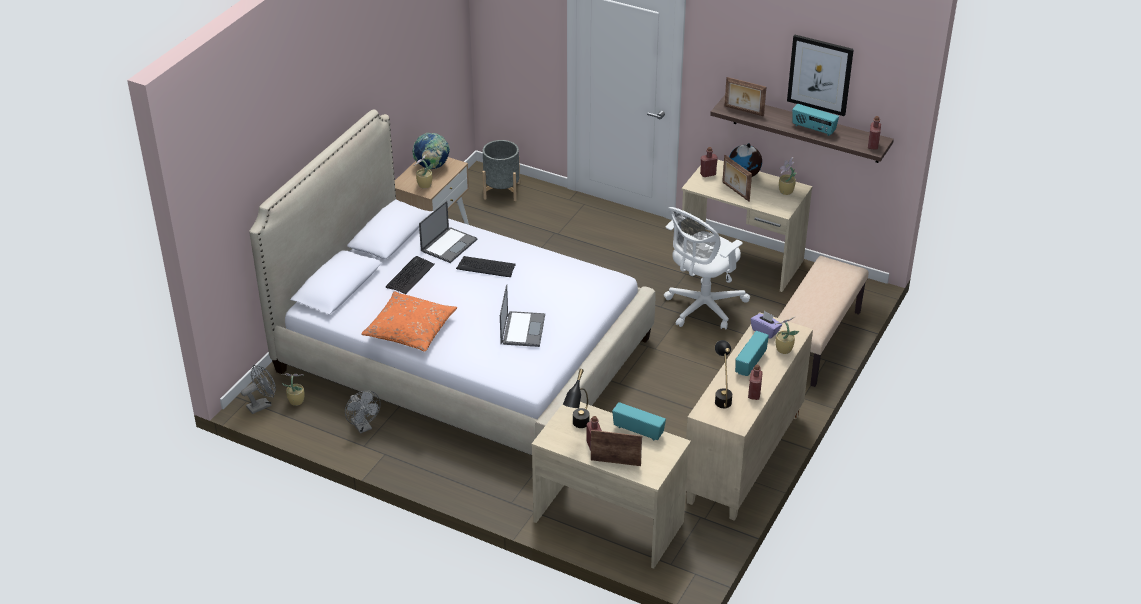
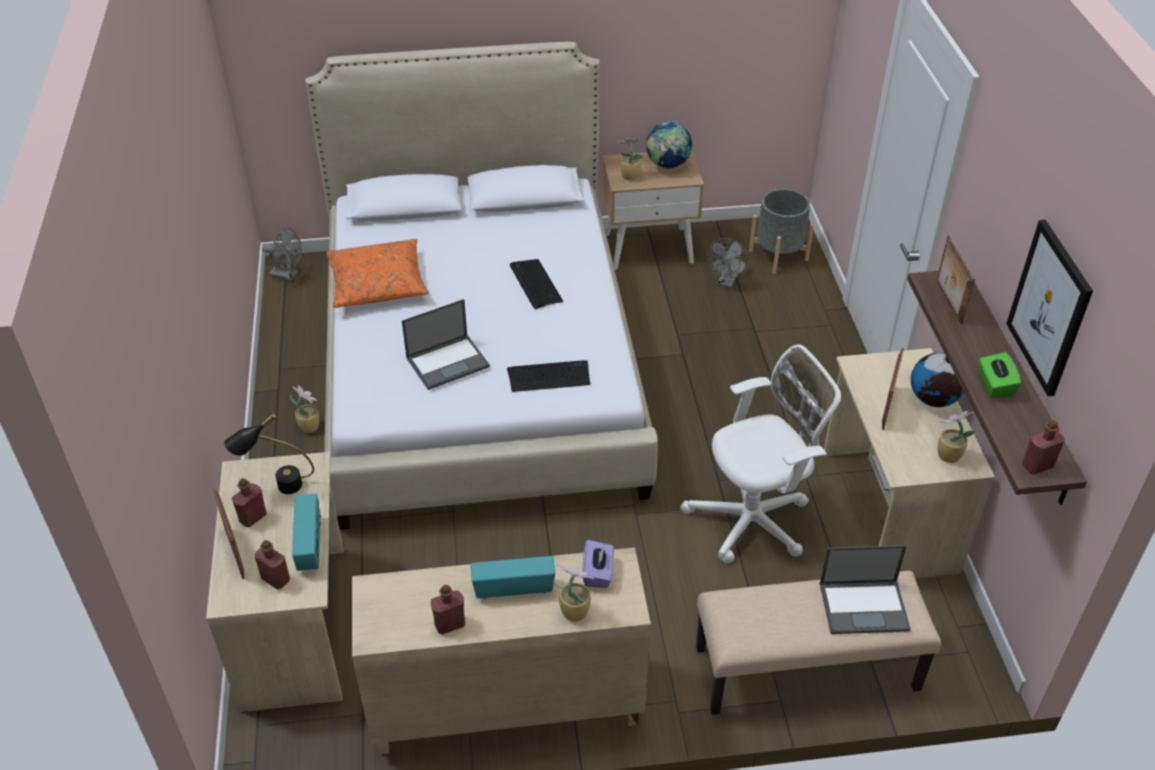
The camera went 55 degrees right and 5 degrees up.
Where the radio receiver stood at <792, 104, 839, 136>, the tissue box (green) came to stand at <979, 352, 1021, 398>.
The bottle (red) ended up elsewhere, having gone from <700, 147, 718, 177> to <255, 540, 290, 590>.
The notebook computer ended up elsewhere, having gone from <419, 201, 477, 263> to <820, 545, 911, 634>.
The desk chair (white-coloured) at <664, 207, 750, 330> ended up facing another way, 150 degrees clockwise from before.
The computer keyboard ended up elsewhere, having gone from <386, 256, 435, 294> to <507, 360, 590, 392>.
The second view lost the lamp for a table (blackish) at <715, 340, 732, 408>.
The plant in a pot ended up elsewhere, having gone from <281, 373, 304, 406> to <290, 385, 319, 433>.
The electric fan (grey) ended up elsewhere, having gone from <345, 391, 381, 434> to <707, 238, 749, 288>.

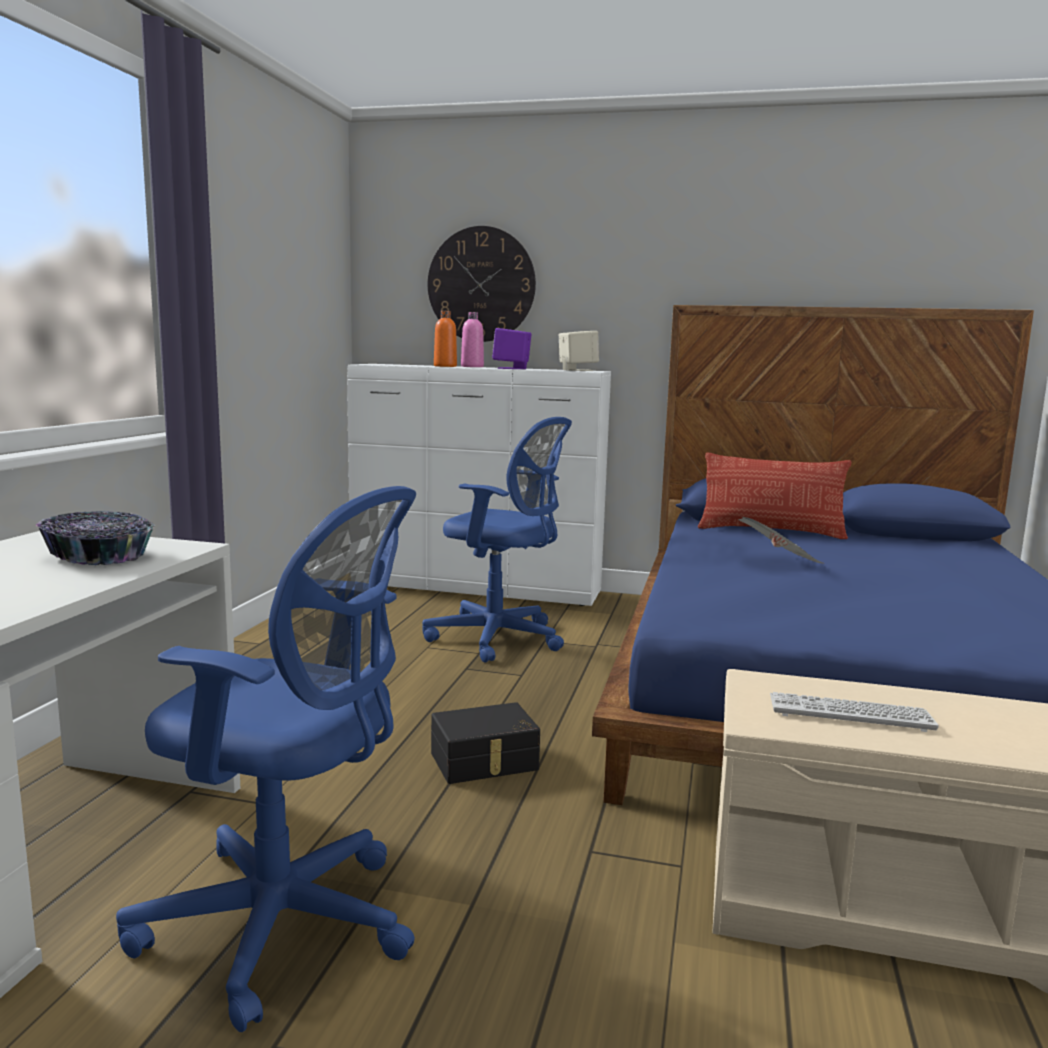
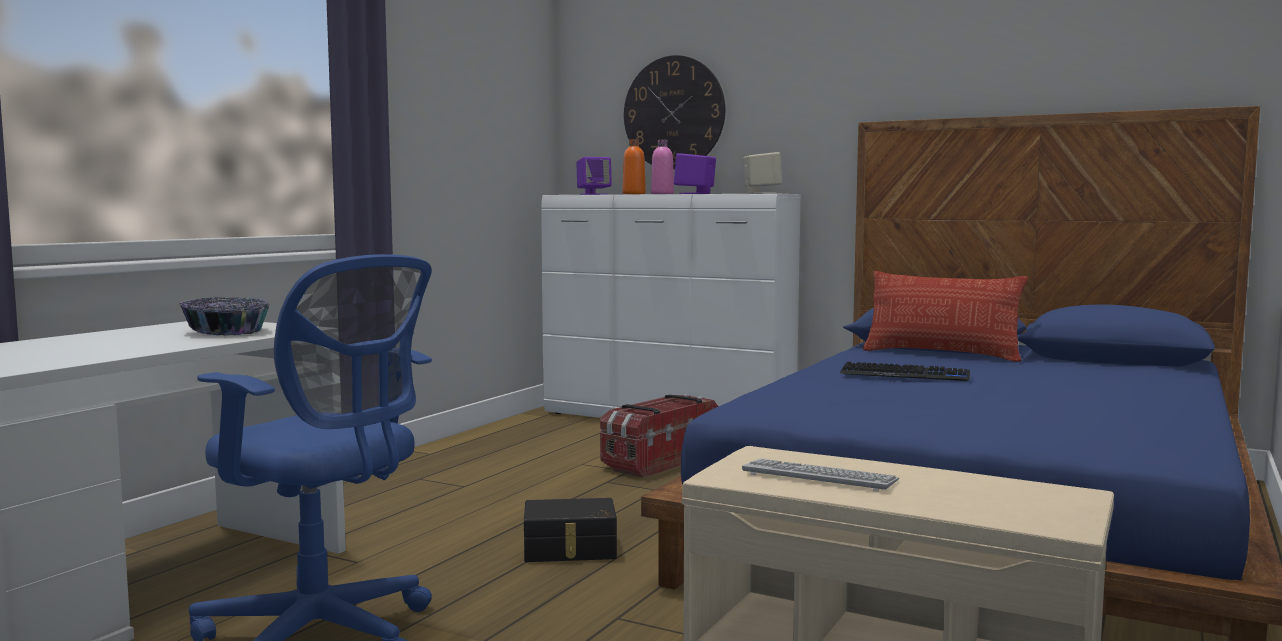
The camera went 15 degrees right and 5 degrees down.
Where the desk chair (bluish) stood at <422, 417, 572, 663>, the storage bin came to stand at <600, 394, 718, 478>.
Where the newspaper stood at <738, 517, 823, 563>, the computer keyboard came to stand at <840, 362, 970, 381>.
The second view gained the audio speaker (purple) at <576, 157, 612, 195>.

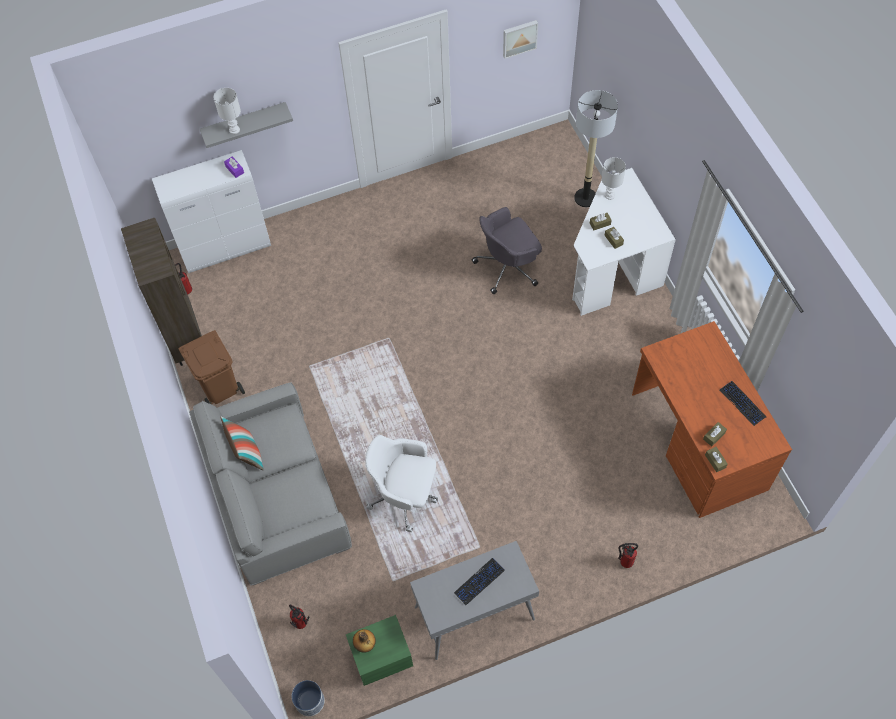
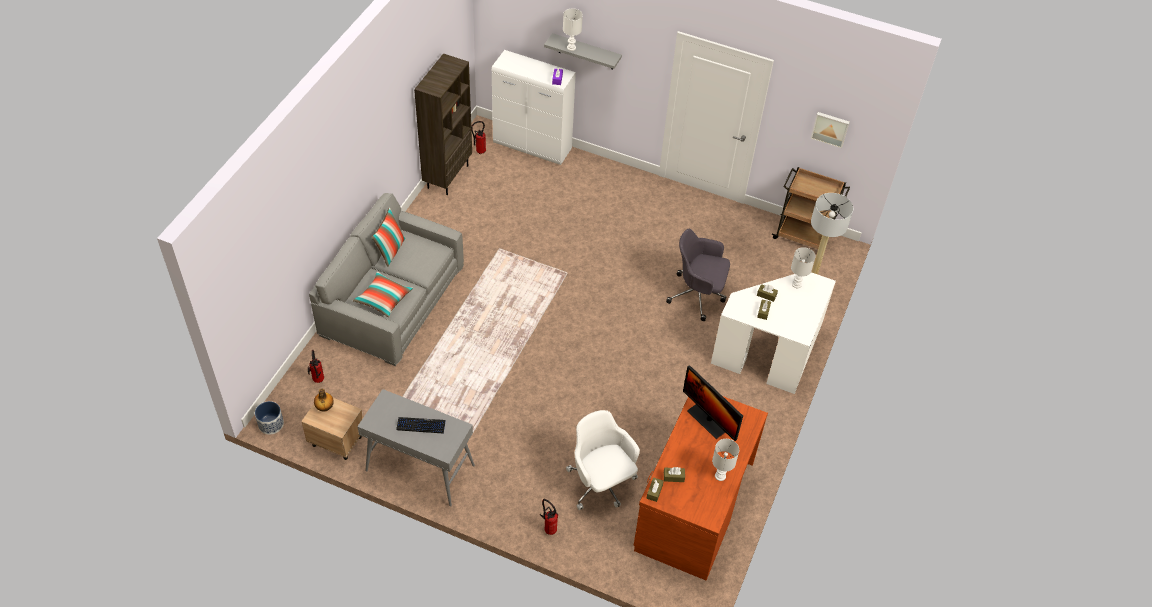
The camera went 40 degrees right and 10 degrees down.
The second view lost the trash can (brownish) at <178, 330, 245, 404>.
Where the computer keyboard stood at <720, 381, 766, 426>, the lamp for a table (white-coloured) came to stand at <712, 439, 739, 481>.
The desk chair (white-coloured) ended up elsewhere, having gone from <365, 435, 438, 532> to <566, 410, 640, 510>.
What was the night table (green) at <346, 615, 413, 686> turned into the night table (beige-coloured) at <301, 398, 363, 460>.
The second view gained the wheeled cart (brownish) at <772, 167, 850, 249>.
The second view gained the pillow at <353, 272, 413, 317>.
The second view gained the computer display at <683, 365, 743, 441>.

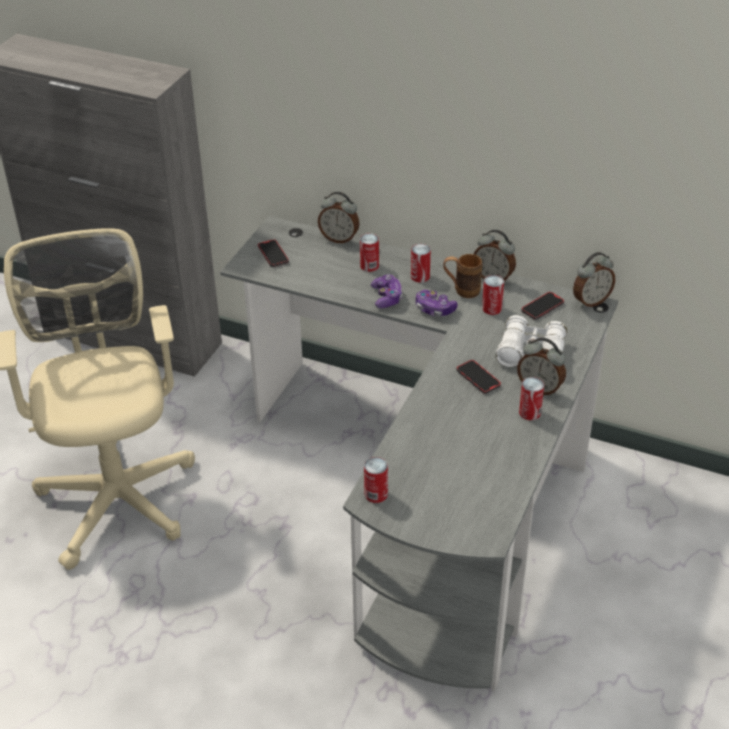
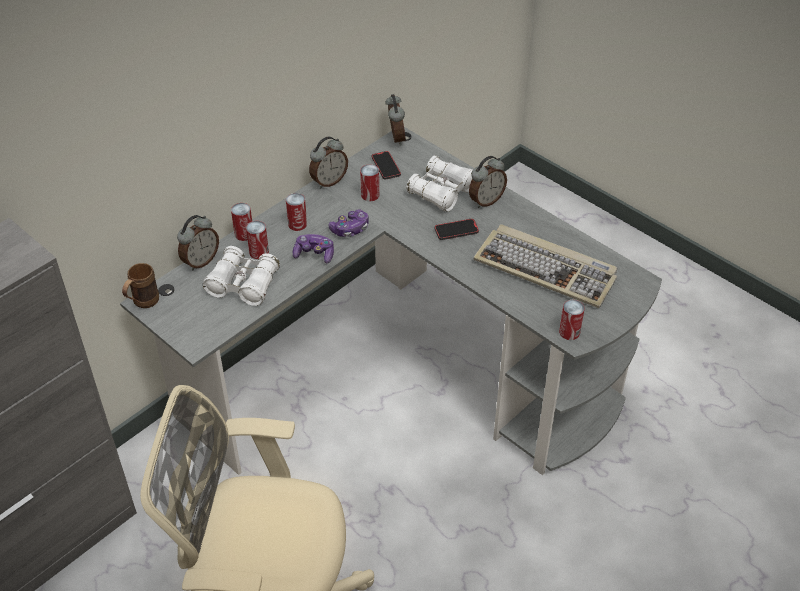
The camera went 70 degrees left and 5 degrees up.
The second view lost the handset at <258, 239, 289, 267>.
The tea mug (brownish) ended up elsewhere, having gone from <443, 254, 483, 298> to <122, 263, 159, 308>.
The metal can ended up elsewhere, having gone from <519, 377, 544, 420> to <231, 203, 252, 241>.
The second view gained the computer keyboard at <474, 224, 617, 308>.
The second view gained the binoculars (white-coloured) at <203, 246, 280, 306>.

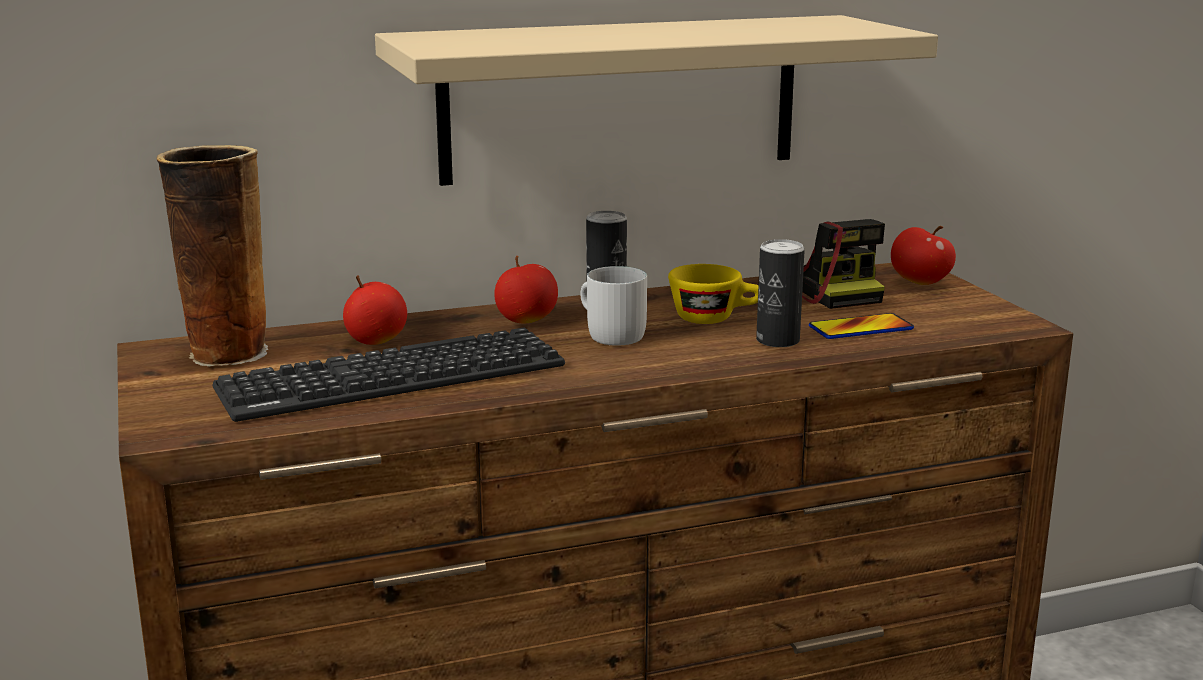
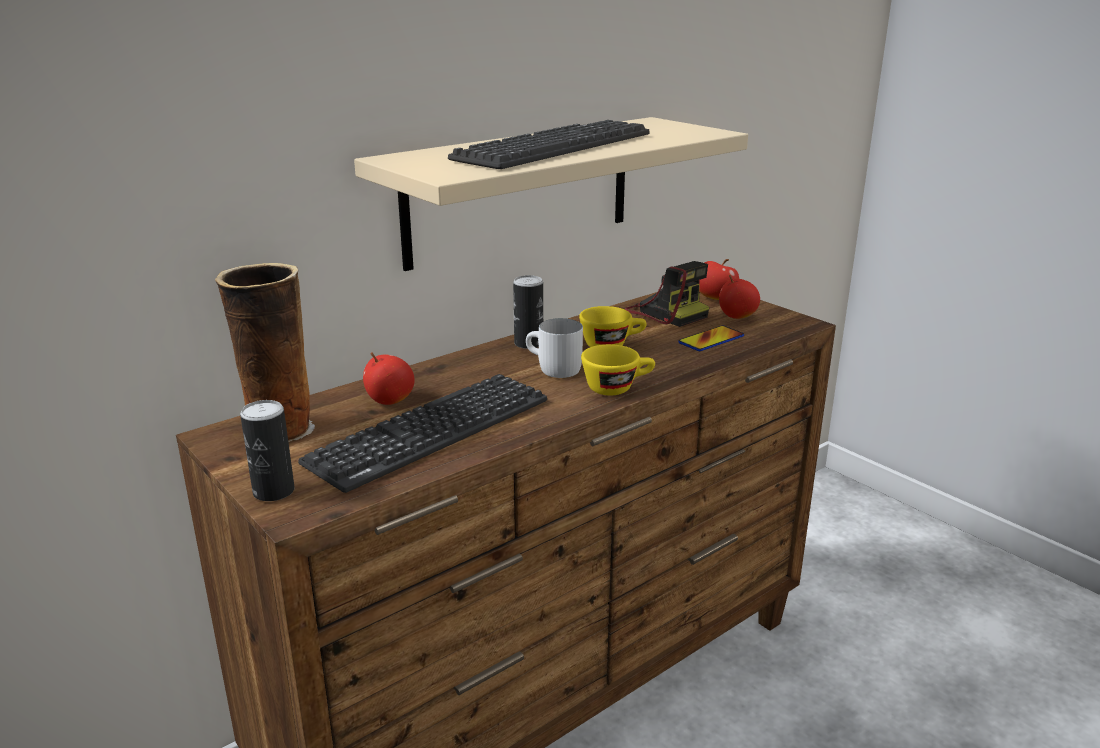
The camera went 20 degrees left and 5 degrees up.
The metal can ended up elsewhere, having gone from <756, 239, 805, 347> to <240, 400, 295, 501>.
The apple ended up elsewhere, having gone from <494, 256, 558, 324> to <719, 275, 760, 319>.
The second view gained the computer keyboard at <448, 120, 650, 169>.
The second view gained the cup (yellow-coloured) at <581, 344, 655, 395>.

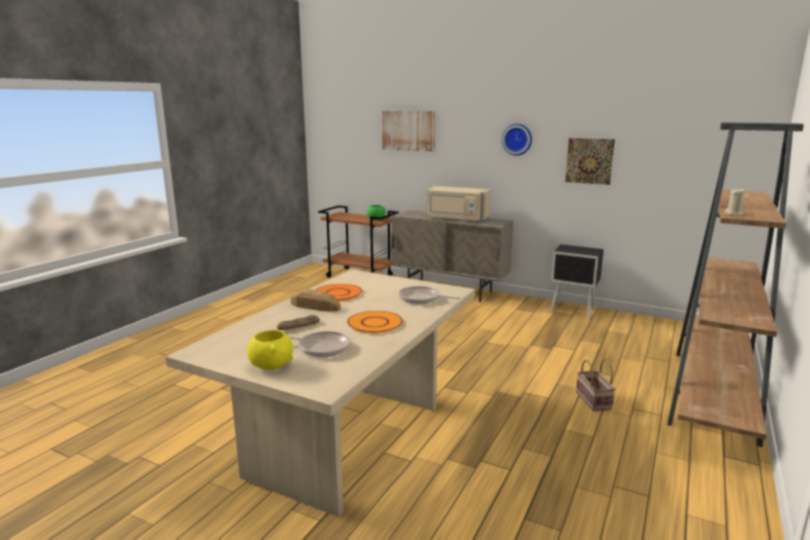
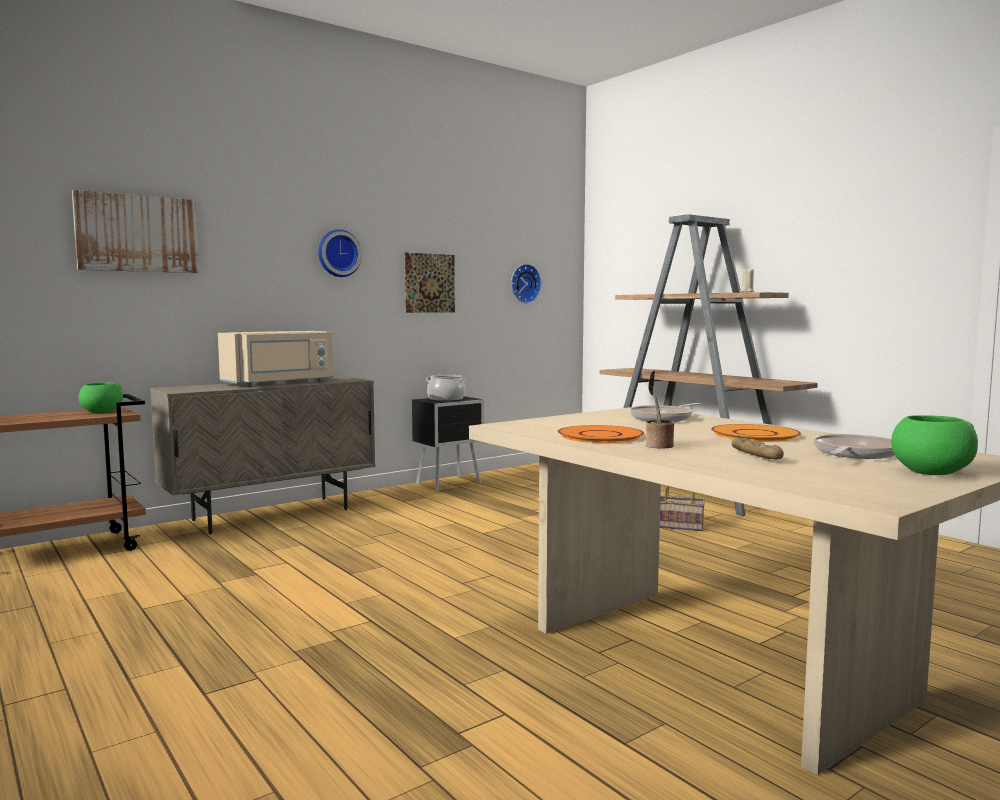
The camera went 65 degrees left and 10 degrees down.
Where the bread stood at <291, 289, 341, 311>, the plant in a pot came to stand at <645, 370, 674, 448>.
What was the deep dish (yellow-coloured) at <247, 330, 293, 370> turned into the deep dish (green) at <891, 415, 978, 475>.
The second view gained the wall clock at <511, 264, 542, 304>.
The second view gained the saucepot at <426, 375, 467, 401>.

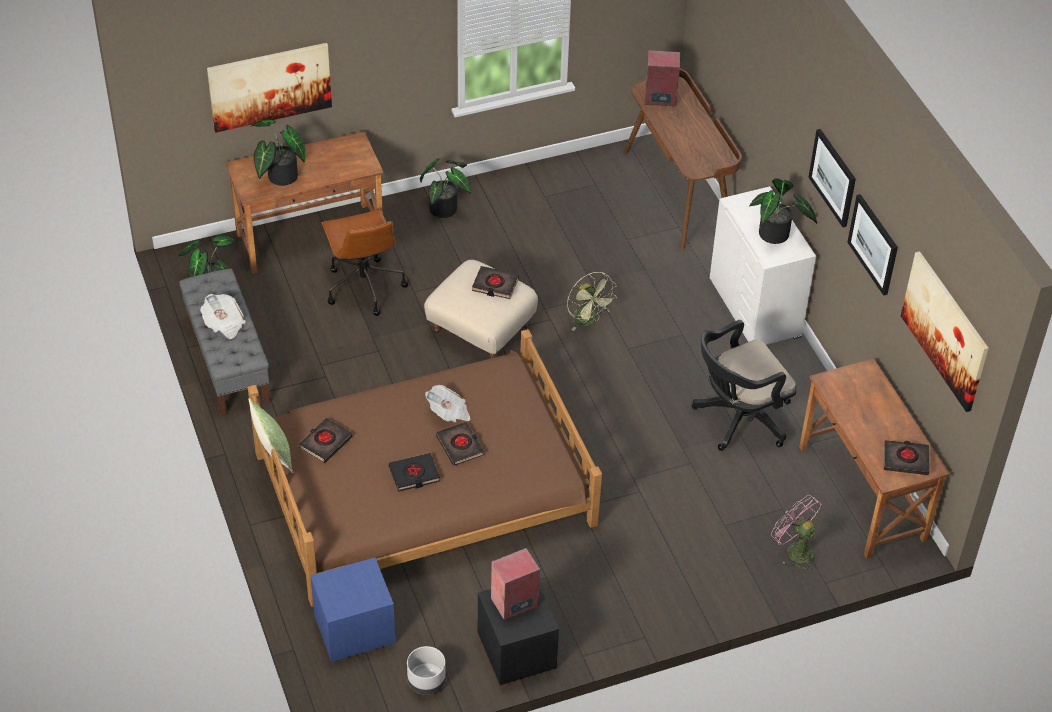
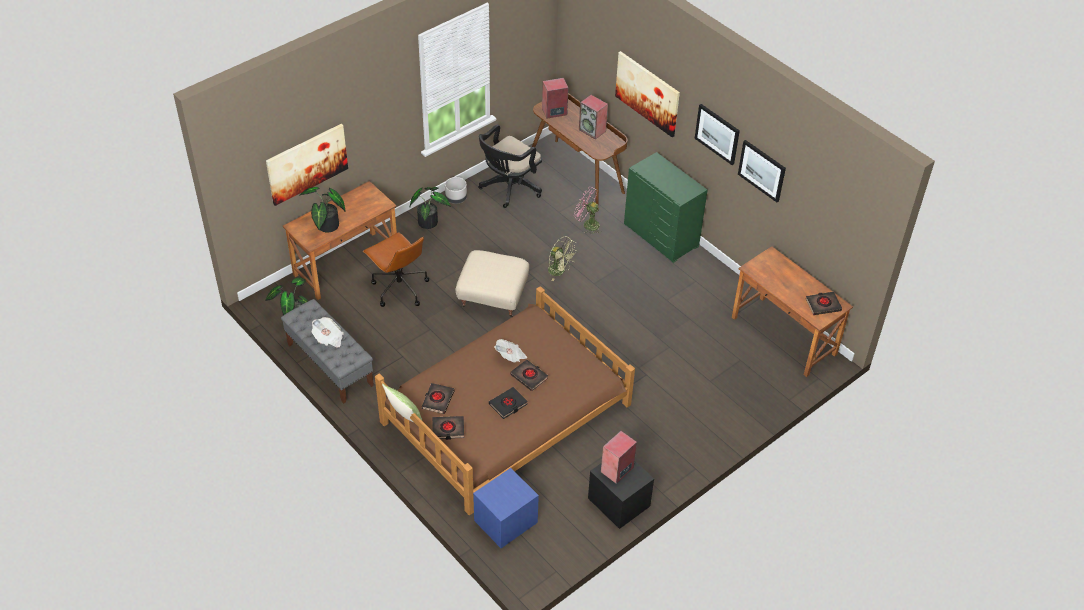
The camera went 20 degrees left and 0 degrees up.
The second view lost the plant in a pot at <749, 178, 817, 244>.
What was the chest of drawers (white-coloured) at <710, 186, 816, 345> turned into the chest of drawers (green) at <624, 152, 708, 263>.
The wall art ended up elsewhere, having gone from <901, 251, 989, 412> to <615, 51, 680, 137>.
The volume (blackish) ended up elsewhere, having gone from <472, 266, 519, 299> to <432, 416, 464, 440>.
The desk chair (blackish) ended up elsewhere, having gone from <691, 320, 797, 451> to <478, 124, 542, 208>.
The electric fan (pink-coloured) ended up elsewhere, having gone from <771, 495, 822, 570> to <574, 189, 602, 235>.
The flower pot (grey) ended up elsewhere, having gone from <407, 646, 446, 695> to <445, 177, 467, 204>.
The second view gained the audio speaker at <579, 95, 608, 139>.

